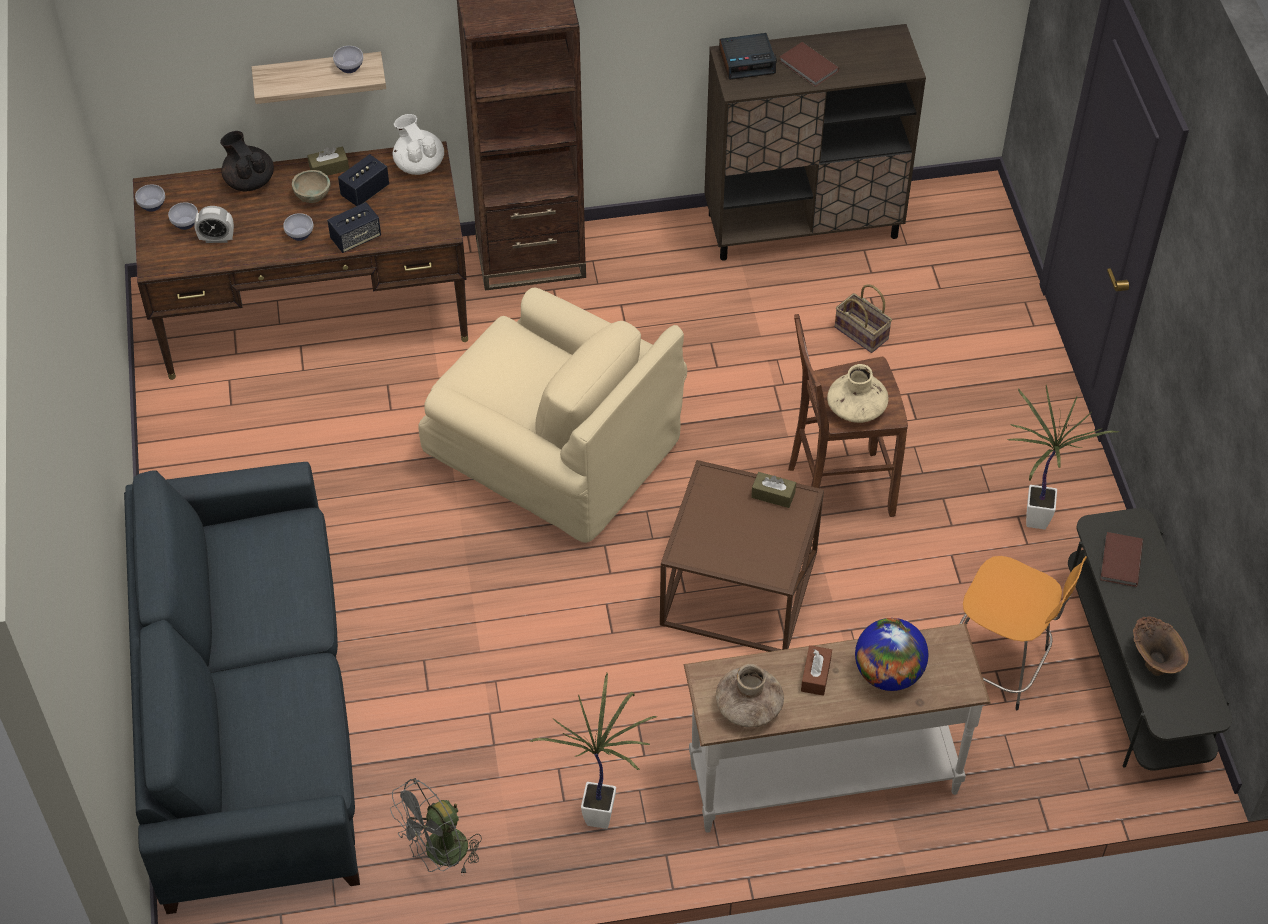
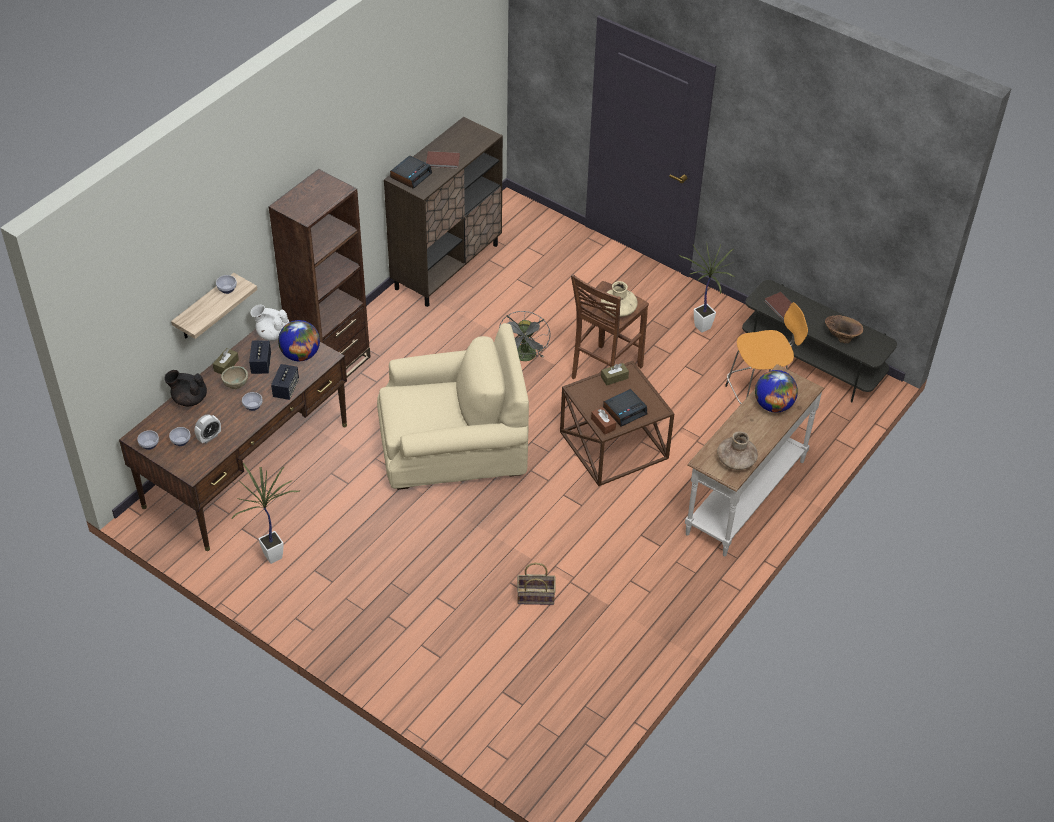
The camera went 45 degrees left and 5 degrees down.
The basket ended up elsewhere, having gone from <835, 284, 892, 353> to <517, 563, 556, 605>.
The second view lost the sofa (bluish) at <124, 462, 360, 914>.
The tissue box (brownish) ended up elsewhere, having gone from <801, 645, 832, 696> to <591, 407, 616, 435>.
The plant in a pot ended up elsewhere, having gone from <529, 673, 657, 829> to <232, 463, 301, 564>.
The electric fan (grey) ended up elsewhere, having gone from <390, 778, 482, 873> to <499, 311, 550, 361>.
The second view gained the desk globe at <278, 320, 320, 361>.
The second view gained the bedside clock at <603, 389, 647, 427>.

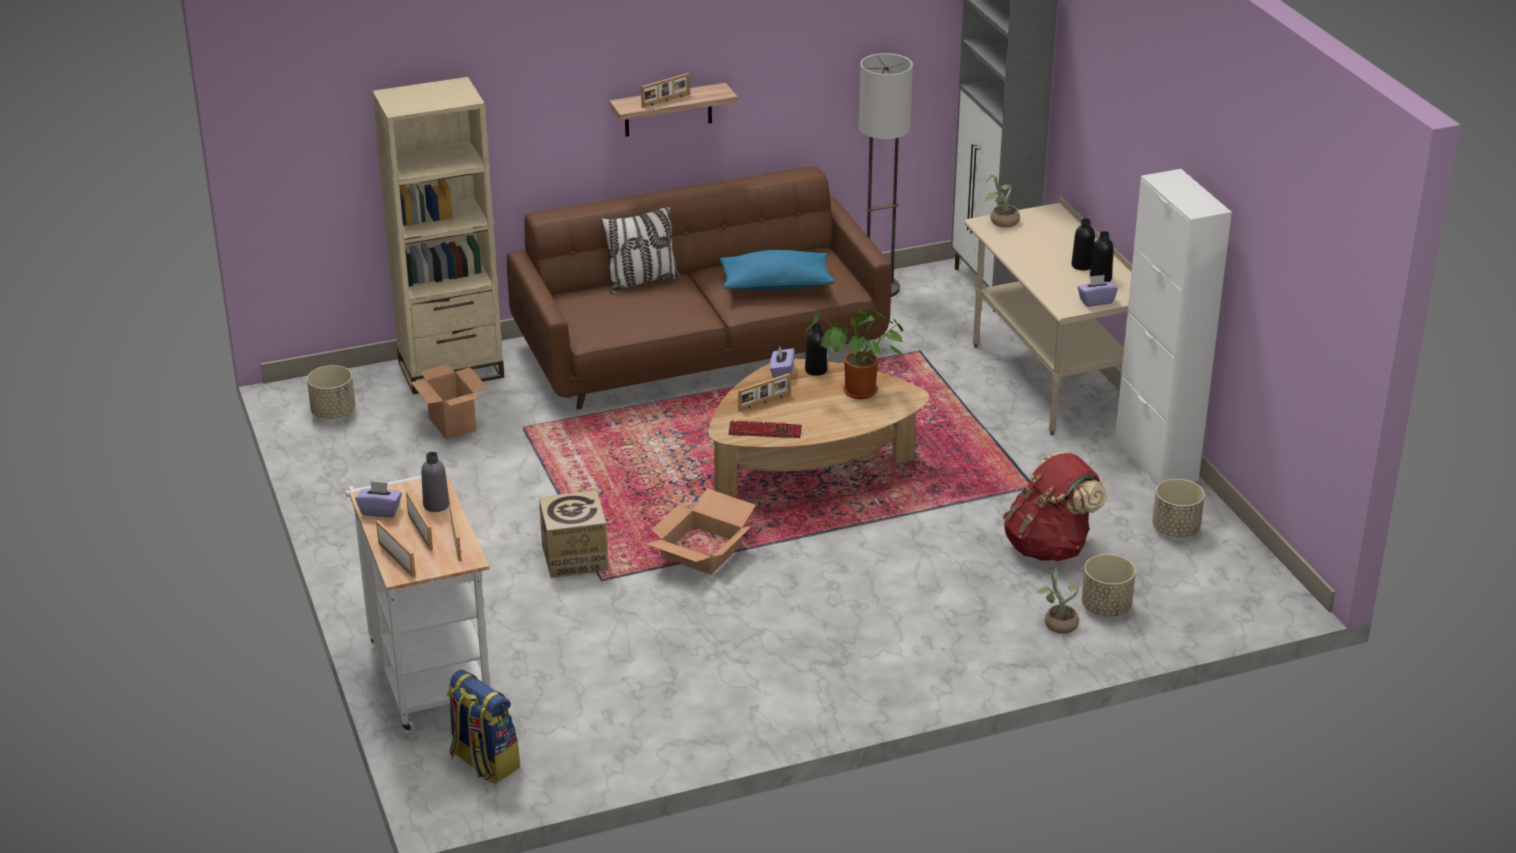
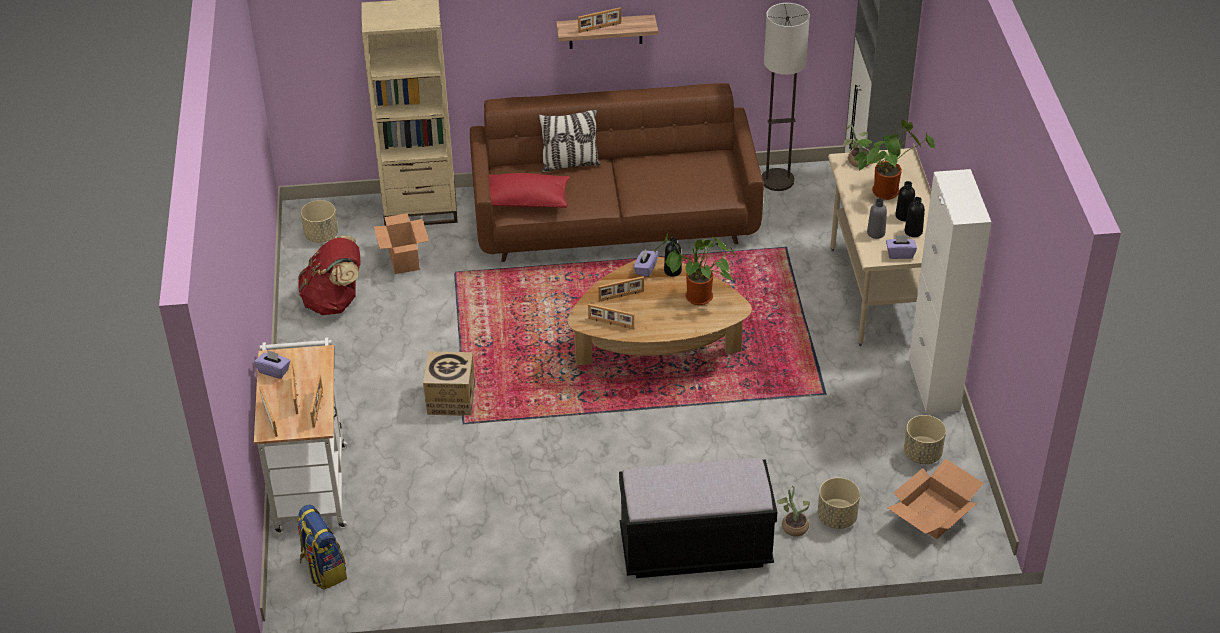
The camera went 15 degrees right and 10 degrees up.
The second view lost the pillow (bluish) at <720, 250, 834, 290>.
Where the computer keyboard stood at <728, 420, 802, 438>, the photo frame came to stand at <588, 304, 634, 329>.
The bottle (grey) ended up elsewhere, having gone from <421, 452, 449, 512> to <867, 198, 887, 239>.
The knapsack (red) ended up elsewhere, having gone from <1003, 452, 1107, 561> to <298, 236, 361, 315>.
The packing box ended up elsewhere, having gone from <647, 488, 756, 575> to <888, 459, 984, 539>.
The second view gained the plant in a pot at <853, 120, 935, 200>.
The second view gained the pillow (red) at <489, 173, 570, 208>.
The second view gained the indoor bench (blackish) at <619, 458, 777, 578>.

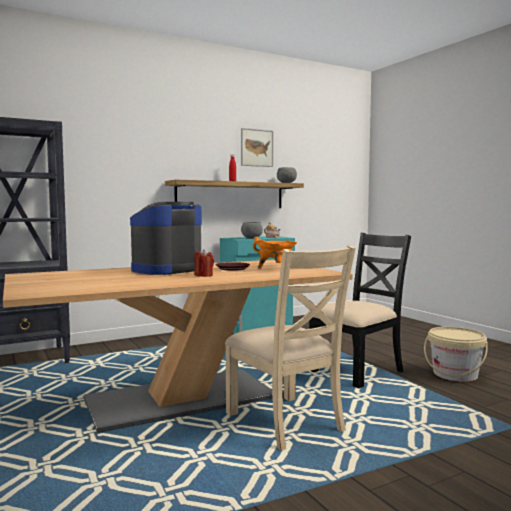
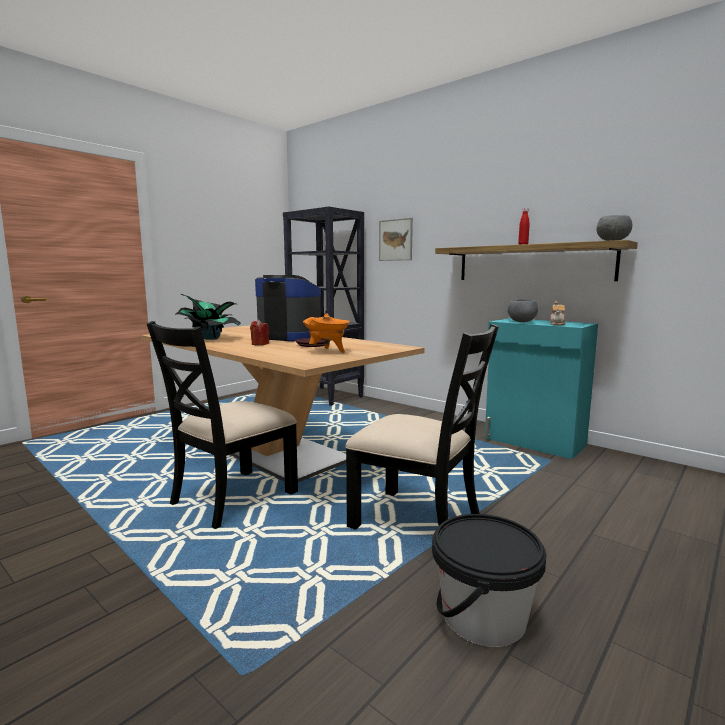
The camera went 70 degrees right and 5 degrees up.
The wall art ended up elsewhere, having gone from <241, 128, 273, 167> to <379, 218, 413, 261>.
What was the chair (beige-coloured) at <225, 246, 356, 451> turned into the chair (blackish) at <147, 321, 298, 529>.
What was the water bucket (beige-coloured) at <424, 327, 488, 382> turned into the water bucket (blackish) at <432, 514, 546, 647>.
The second view gained the plant in a pot at <175, 294, 241, 340>.

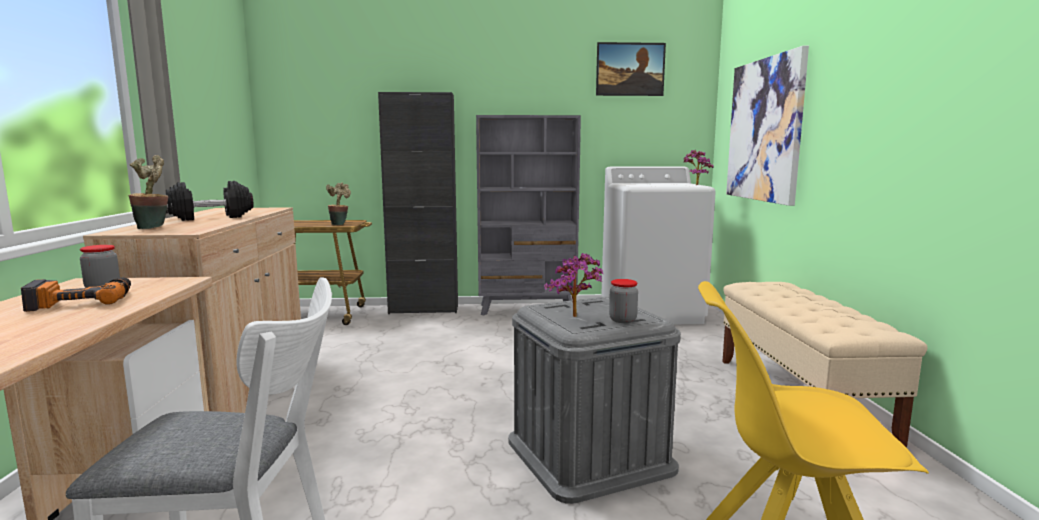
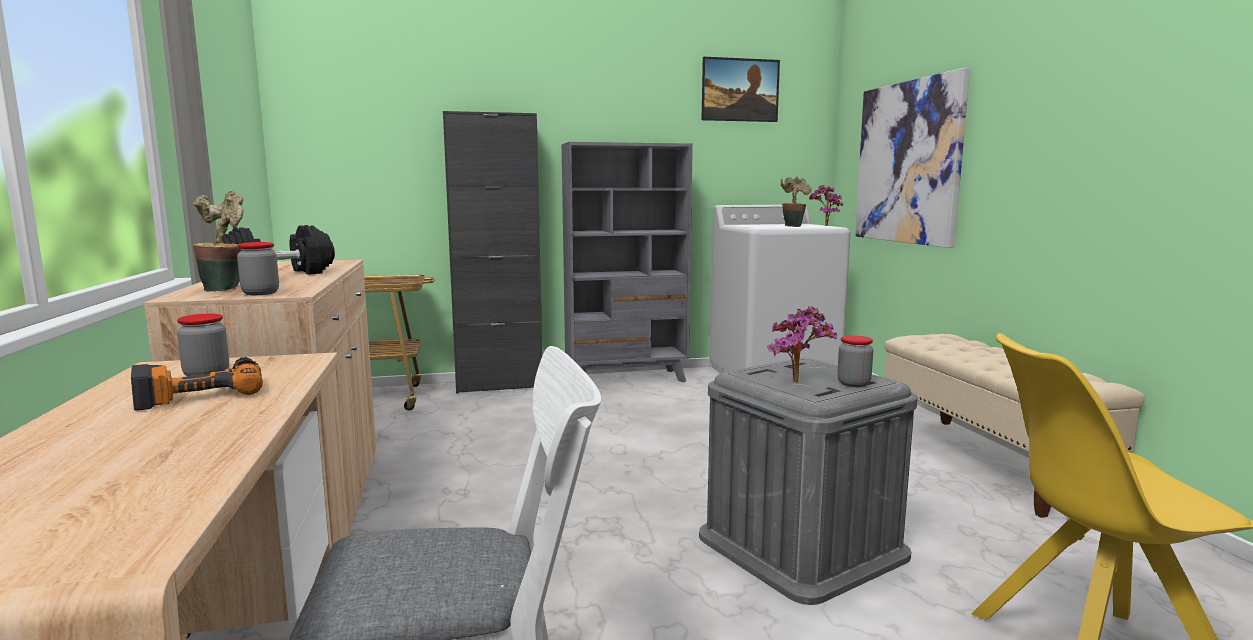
The camera went 10 degrees left and 0 degrees up.
The plant in a pot ended up elsewhere, having gone from <326, 183, 351, 225> to <781, 176, 812, 227>.
The second view gained the jar at <237, 242, 279, 295>.

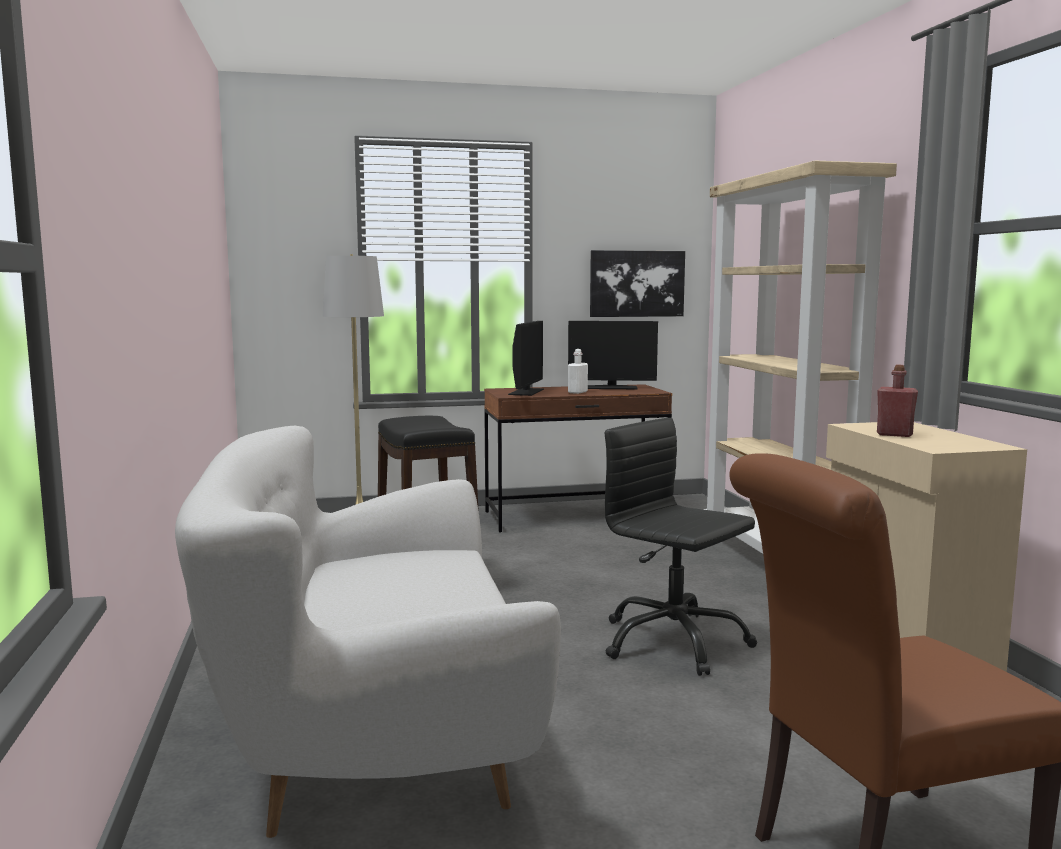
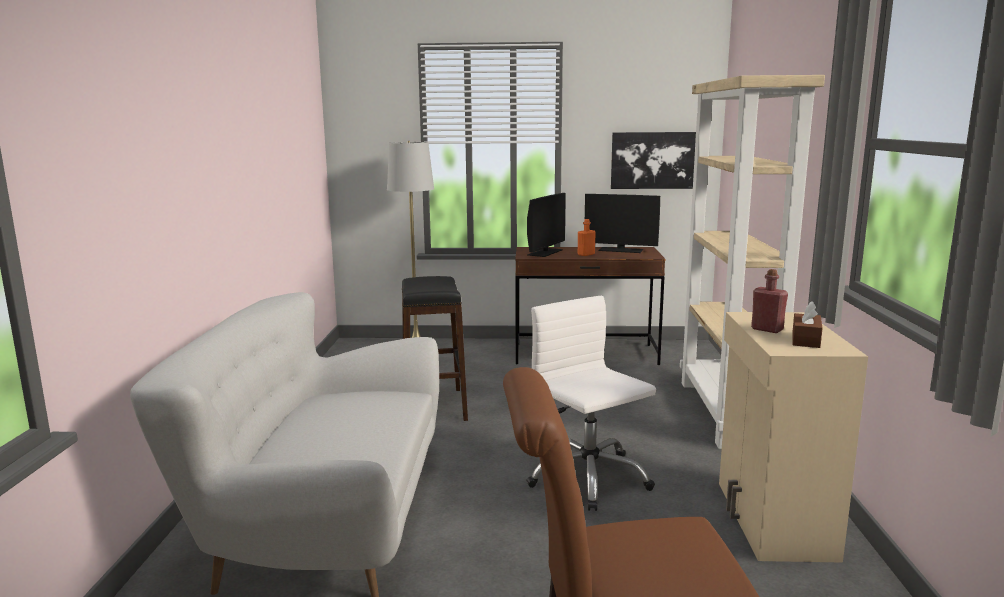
The camera went 15 degrees right and 5 degrees up.
What was the bottle (white-coloured) at <568, 349, 588, 394> turned into the bottle (orange) at <578, 219, 596, 256>.
What was the desk chair (blackish) at <605, 418, 757, 676> turned into the desk chair (white-coloured) at <526, 296, 656, 511>.
The second view gained the tissue box (brownish) at <792, 301, 823, 348>.

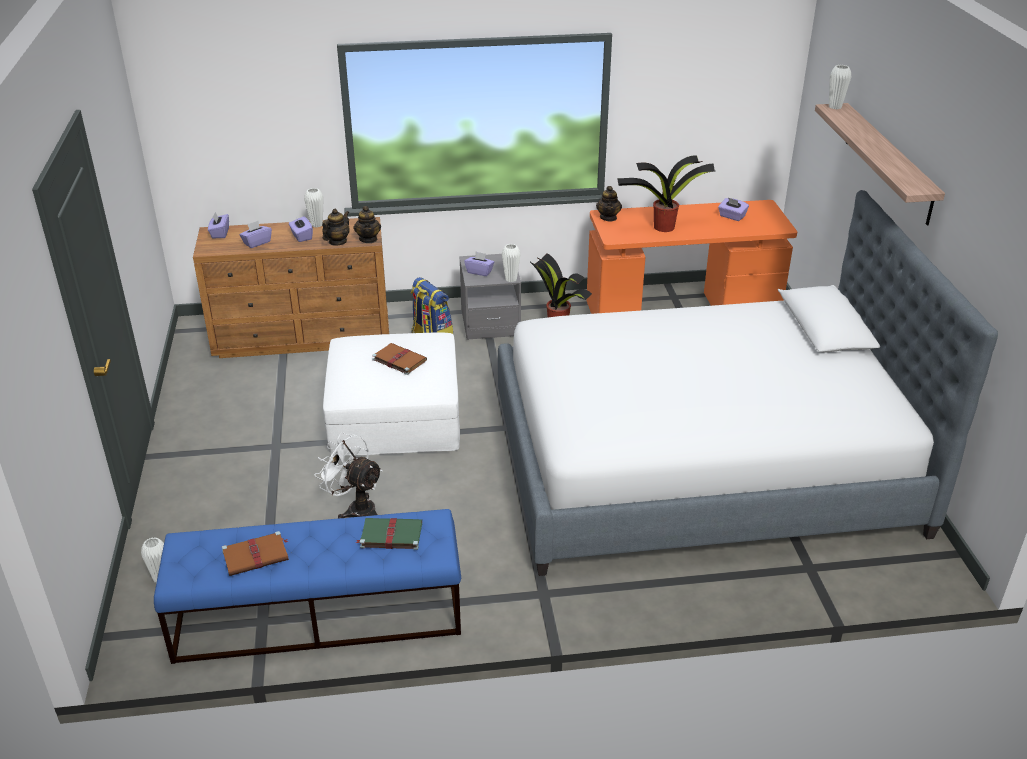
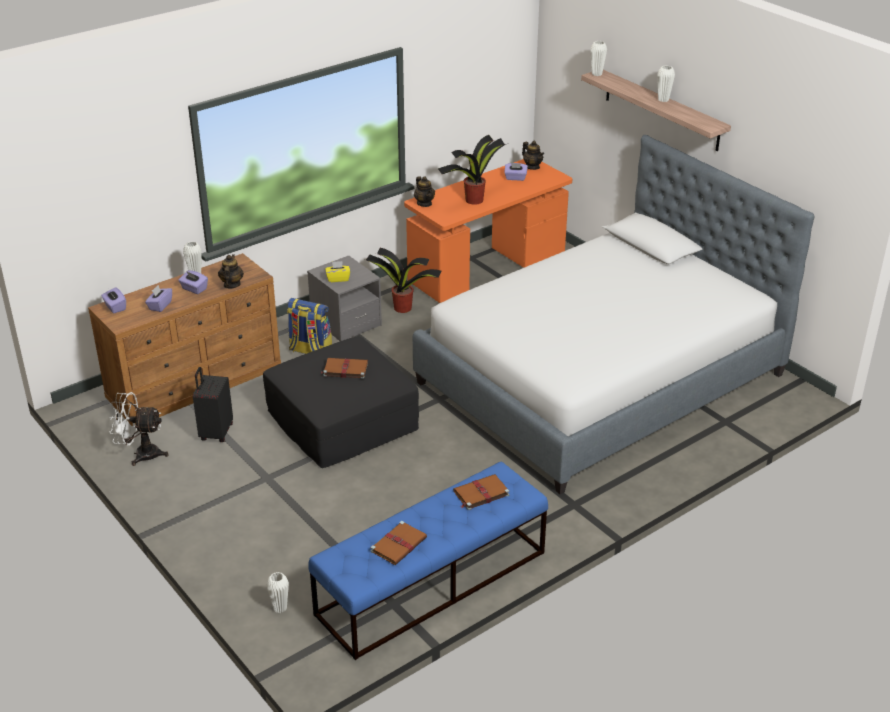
The camera went 30 degrees left and 0 degrees up.
The tea pot ended up elsewhere, having gone from <354, 206, 381, 243> to <522, 141, 544, 170>.
The flower vase (white-coloured) ended up elsewhere, having gone from <502, 244, 521, 282> to <657, 65, 675, 102>.
What was the tissue box (purple) at <464, 252, 494, 276> turned into the tissue box (yellow-coloured) at <325, 261, 350, 282>.
What was the pouffe (white-coloured) at <323, 333, 460, 456> turned into the pouffe (blackish) at <263, 336, 419, 468>.
The electric fan (white-coloured) ended up elsewhere, having gone from <315, 432, 383, 518> to <109, 392, 169, 466>.
What was the volume (green) at <356, 518, 422, 550> turned into the volume (brownish) at <453, 474, 509, 510>.
The second view gained the travel case (blackish) at <193, 367, 233, 442>.

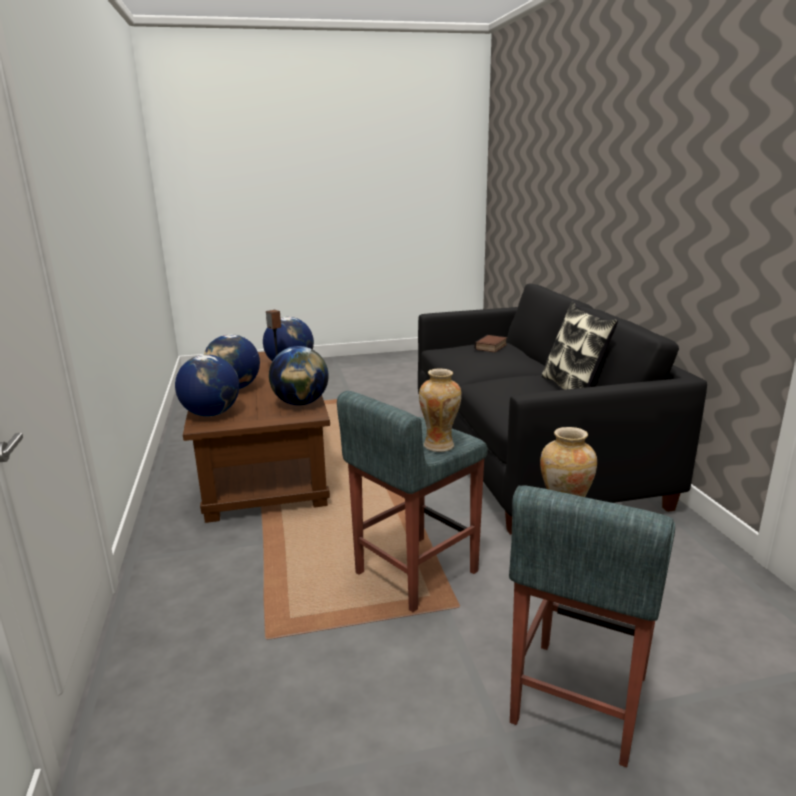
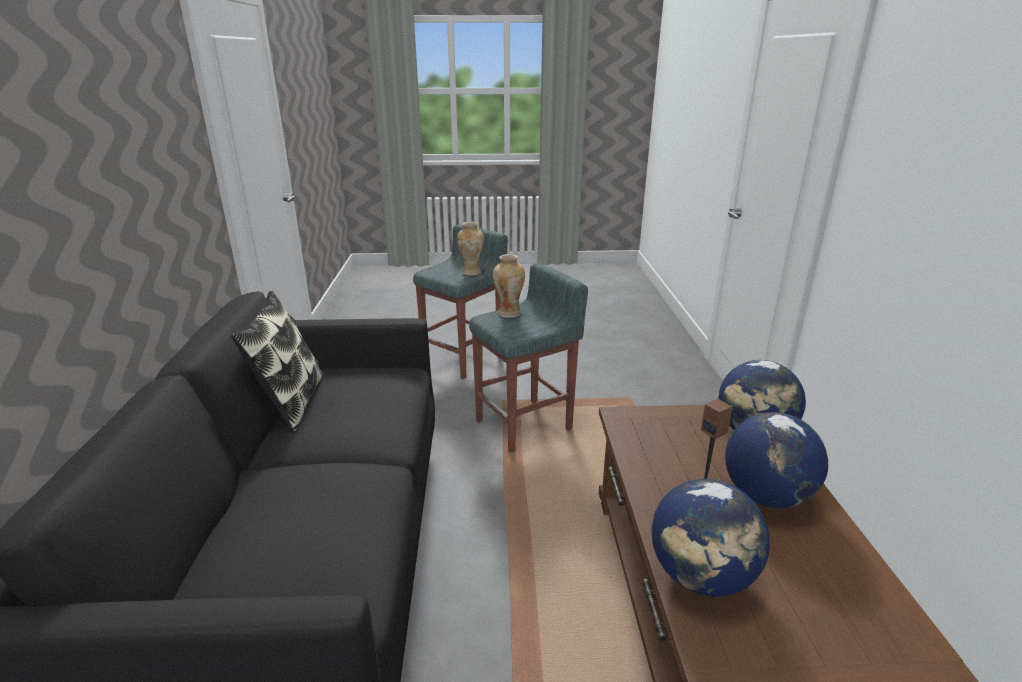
The camera went 170 degrees left and 5 degrees up.
The second view lost the volume at <474, 335, 507, 352>.
The second view lost the desk globe at <269, 346, 329, 406>.

